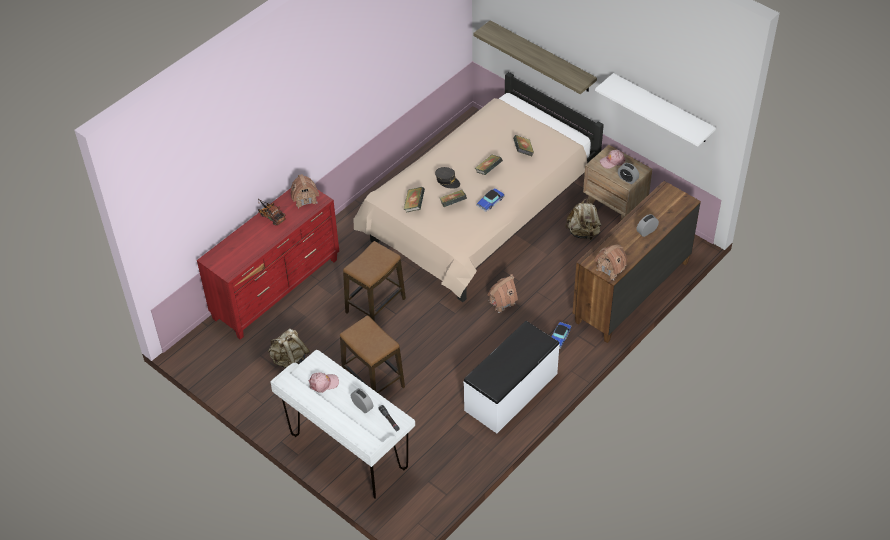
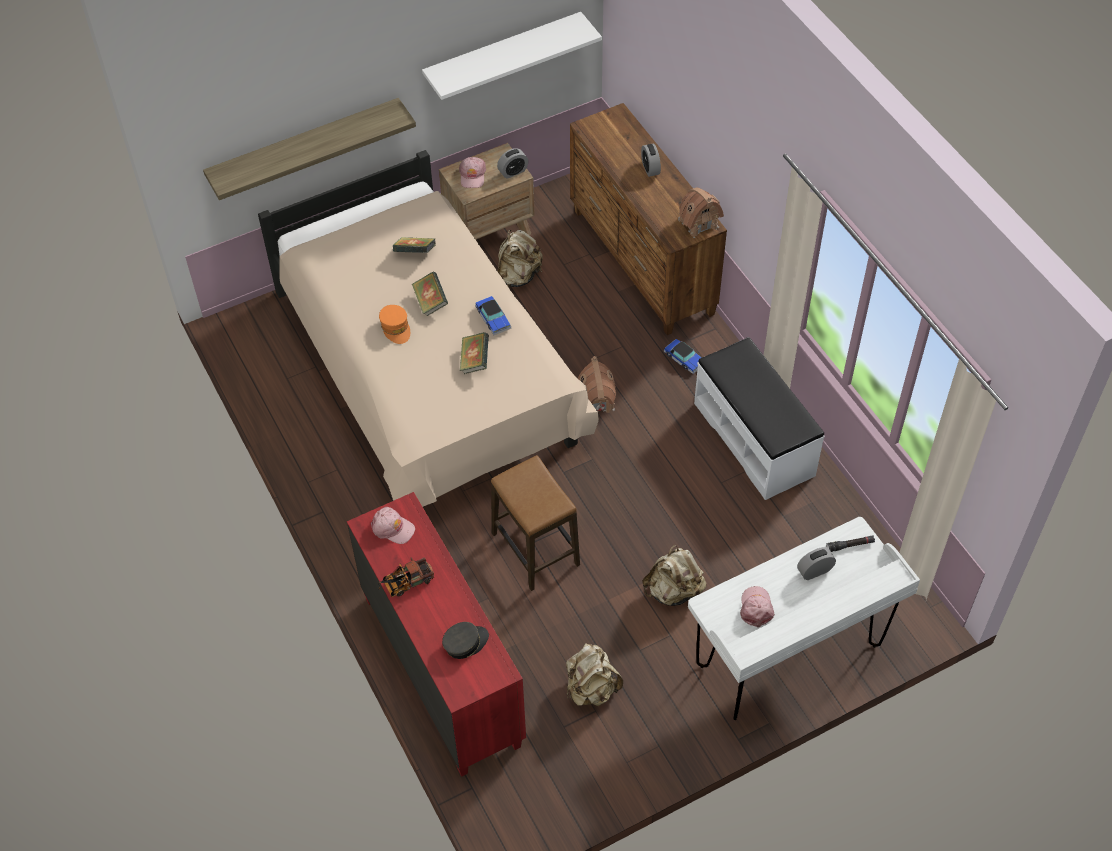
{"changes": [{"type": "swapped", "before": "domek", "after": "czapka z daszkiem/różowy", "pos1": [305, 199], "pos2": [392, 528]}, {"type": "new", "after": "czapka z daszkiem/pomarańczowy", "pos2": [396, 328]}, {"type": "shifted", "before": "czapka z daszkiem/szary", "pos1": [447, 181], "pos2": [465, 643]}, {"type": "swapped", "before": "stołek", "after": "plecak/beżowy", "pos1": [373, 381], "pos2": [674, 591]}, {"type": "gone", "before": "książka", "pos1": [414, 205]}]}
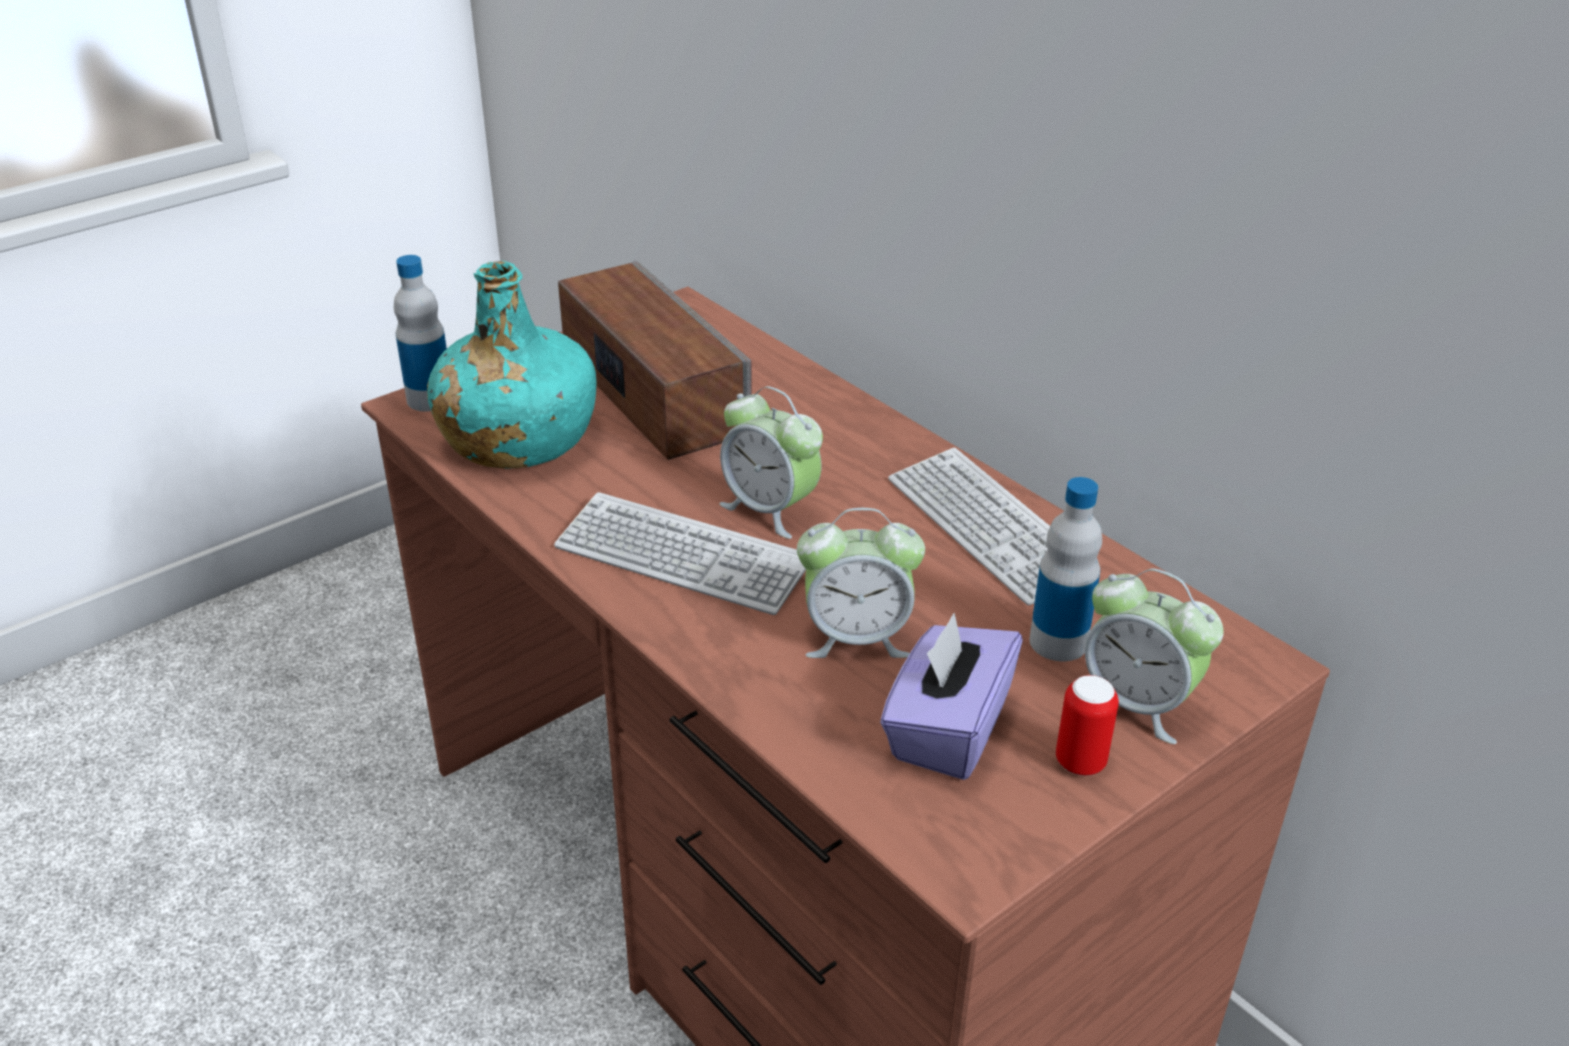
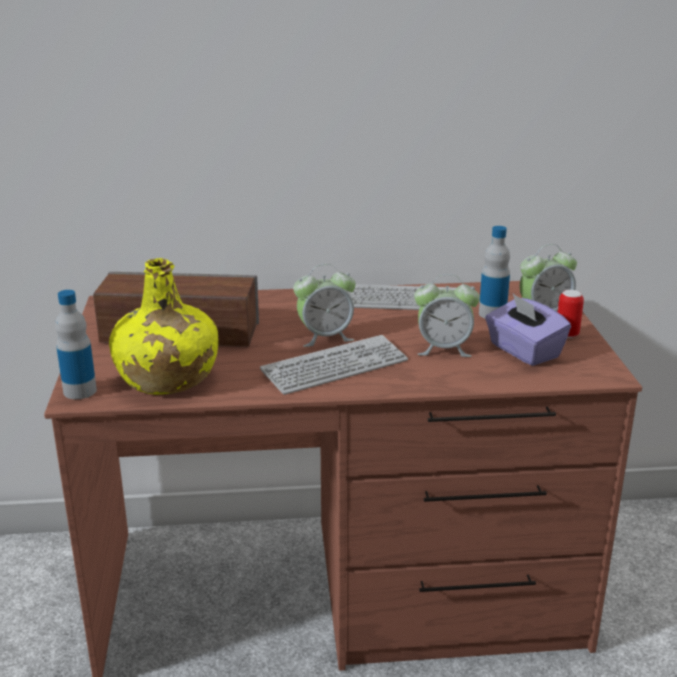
{"changes": [{"type": "repainted", "before": "butelka/turkusowy", "after": "butelka/żółty", "pos1": [517, 440], "pos2": [166, 378]}, {"type": "rotated", "before": "budzik", "pos1": [856, 637], "pos2": [444, 349], "turn": 60}]}
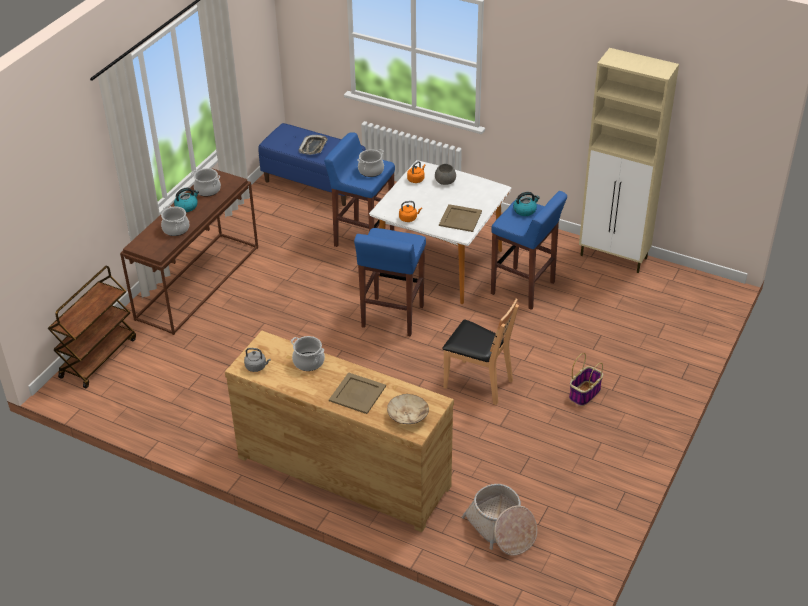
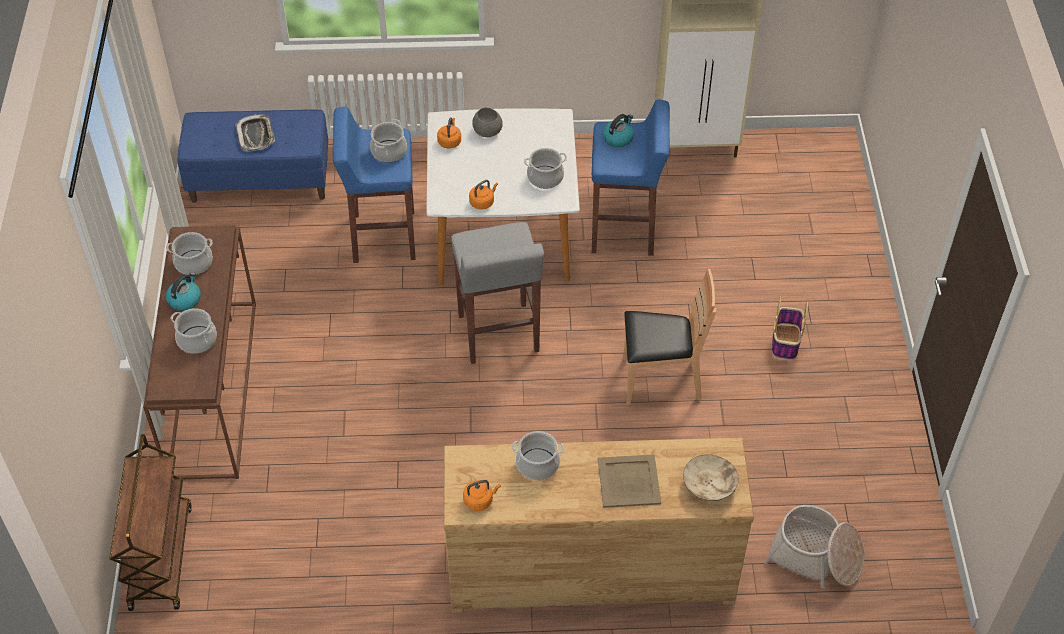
{"changes": [{"type": "repainted", "before": "stołek/niebieski", "after": "stołek/szary", "pos1": [392, 317], "pos2": [498, 334]}, {"type": "repainted", "before": "czajnik/szary", "after": "czajnik/pomarańczowy", "pos1": [257, 367], "pos2": [480, 500]}, {"type": "swapped", "before": "taca/beżowy", "after": "garnek", "pos1": [460, 218], "pos2": [545, 177]}]}
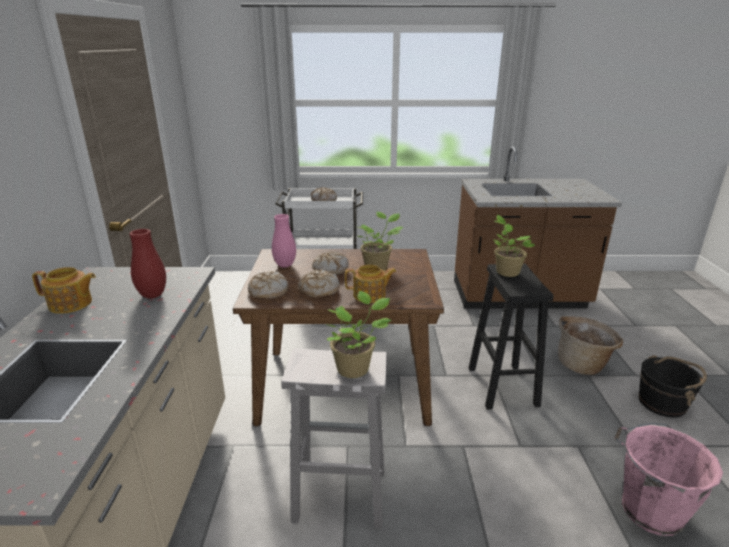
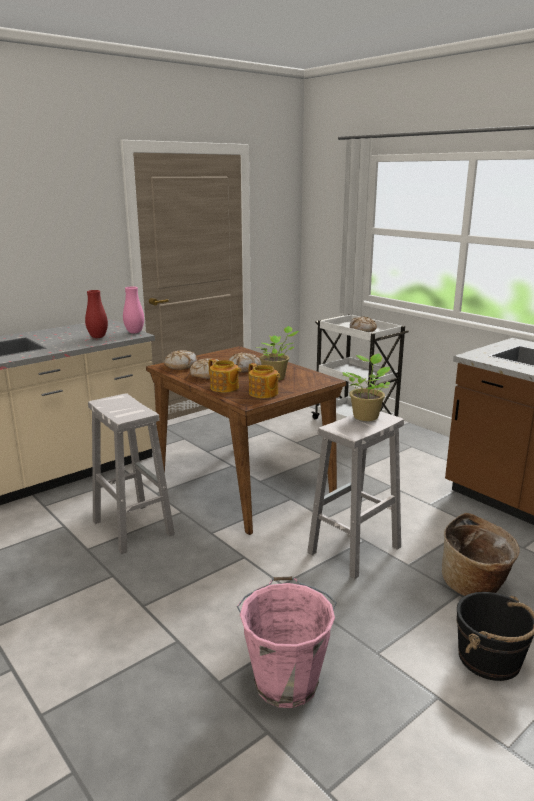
{"changes": [{"type": "shifted", "before": "wazon/różowy", "pos1": [285, 265], "pos2": [134, 332]}, {"type": "shifted", "before": "imbryk", "pos1": [71, 304], "pos2": [263, 393]}, {"type": "repainted", "before": "stołek/czarny", "after": "stołek/biały", "pos1": [503, 387], "pos2": [353, 550]}, {"type": "gone", "before": "roślina doniczkowa", "pos1": [355, 368]}]}
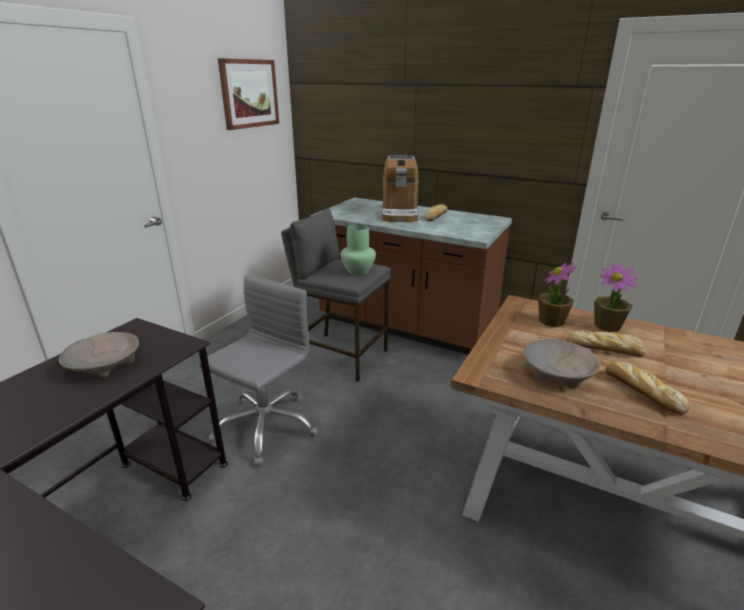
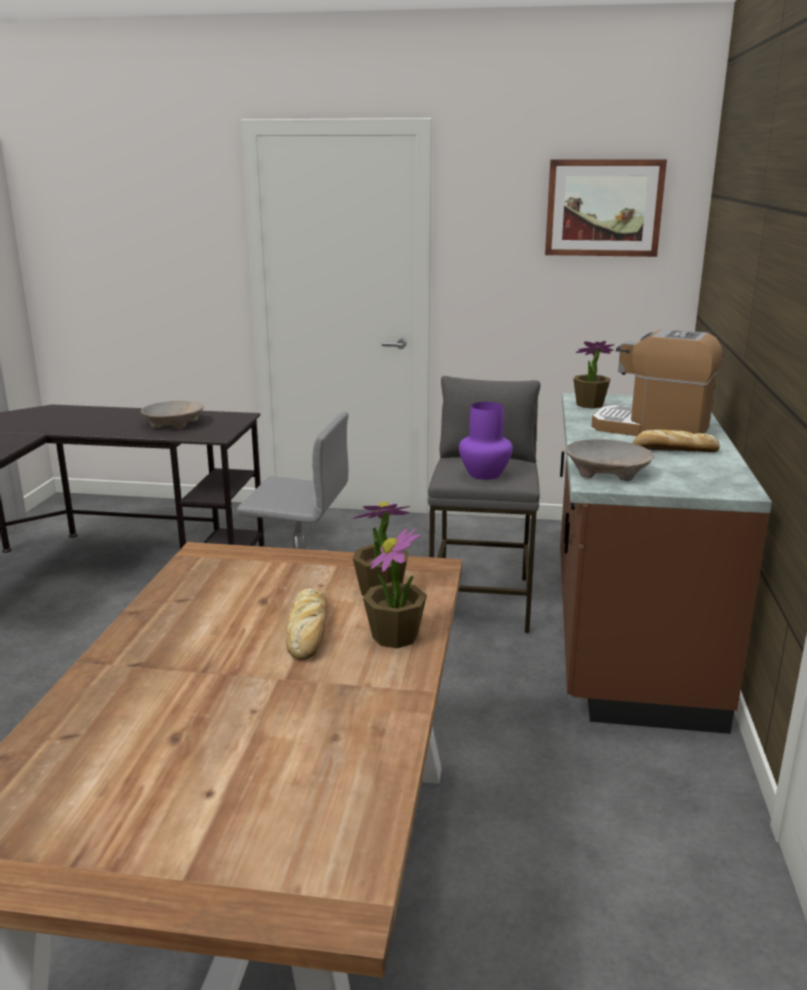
{"changes": [{"type": "repainted", "before": "wazon/zielony", "after": "wazon/fioletowy", "pos1": [359, 271], "pos2": [485, 474]}, {"type": "shifted", "before": "miska/beżowy", "pos1": [557, 373], "pos2": [606, 472]}, {"type": "new", "after": "roślina doniczkowa", "pos2": [589, 405]}, {"type": "rotated", "before": "ekspres do kawy", "pos1": [399, 213], "pos2": [652, 429], "turn": 45}, {"type": "gone", "before": "chleb", "pos1": [641, 391]}]}
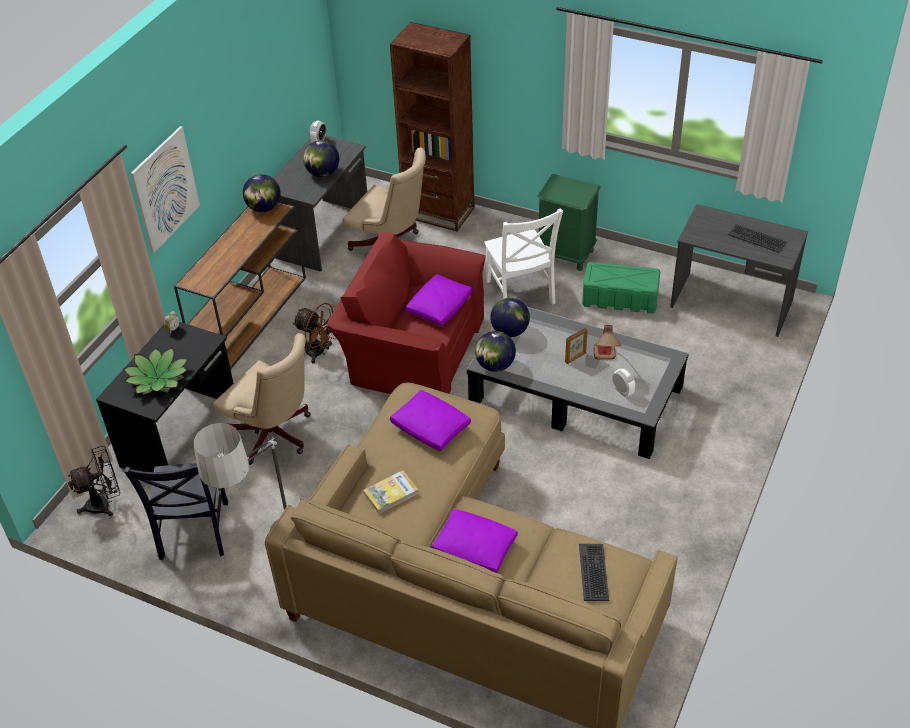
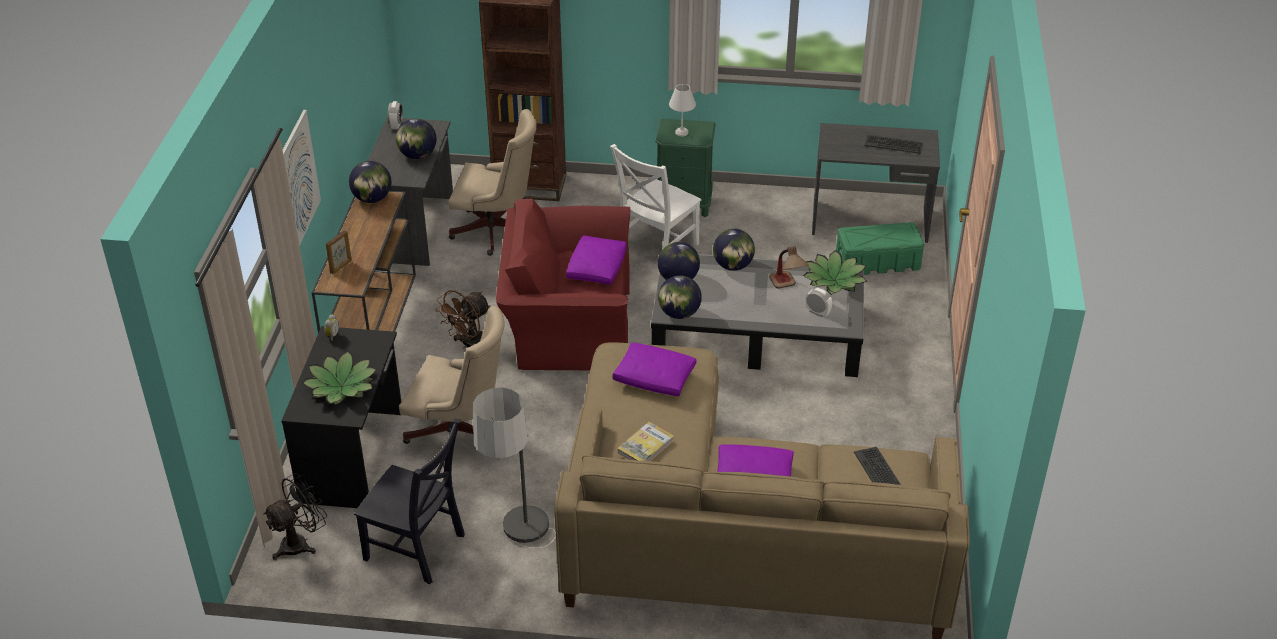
{"changes": [{"type": "shifted", "before": "ramka na zdjęcie", "pos1": [575, 358], "pos2": [341, 266]}, {"type": "rotated", "before": "krzesło/czarny", "pos1": [193, 533], "pos2": [418, 549], "turn": -45}, {"type": "rotated", "before": "wentylator/brązowy", "pos1": [319, 352], "pos2": [468, 345], "turn": 120}, {"type": "rotated", "before": "krzesło/biały", "pos1": [520, 294], "pos2": [655, 249], "turn": 75}, {"type": "new", "after": "lampa stołowa/biały", "pos2": [682, 133]}, {"type": "new", "after": "globus", "pos2": [733, 266]}, {"type": "new", "after": "roślina doniczkowa", "pos2": [834, 280]}, {"type": "shifted", "before": "pojemnik do przechowywania/zielony", "pos1": [620, 299], "pos2": [878, 262]}]}
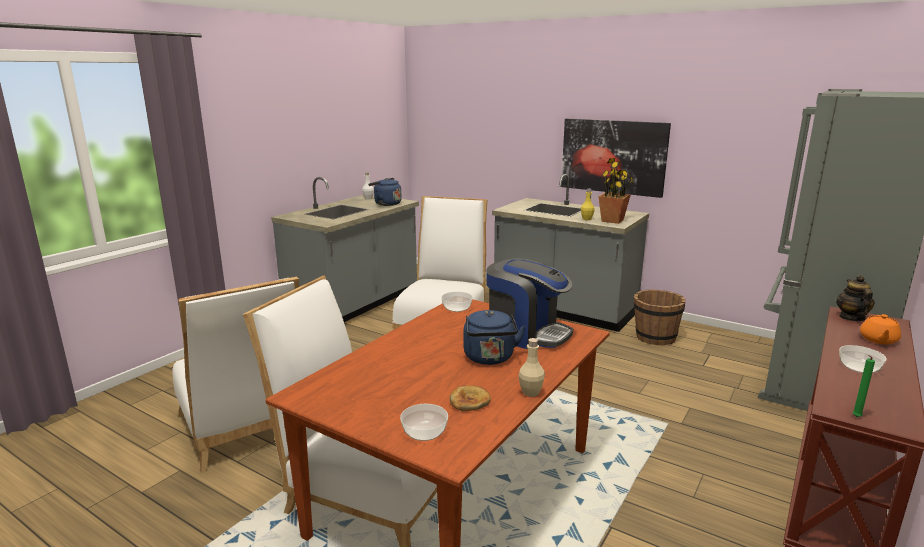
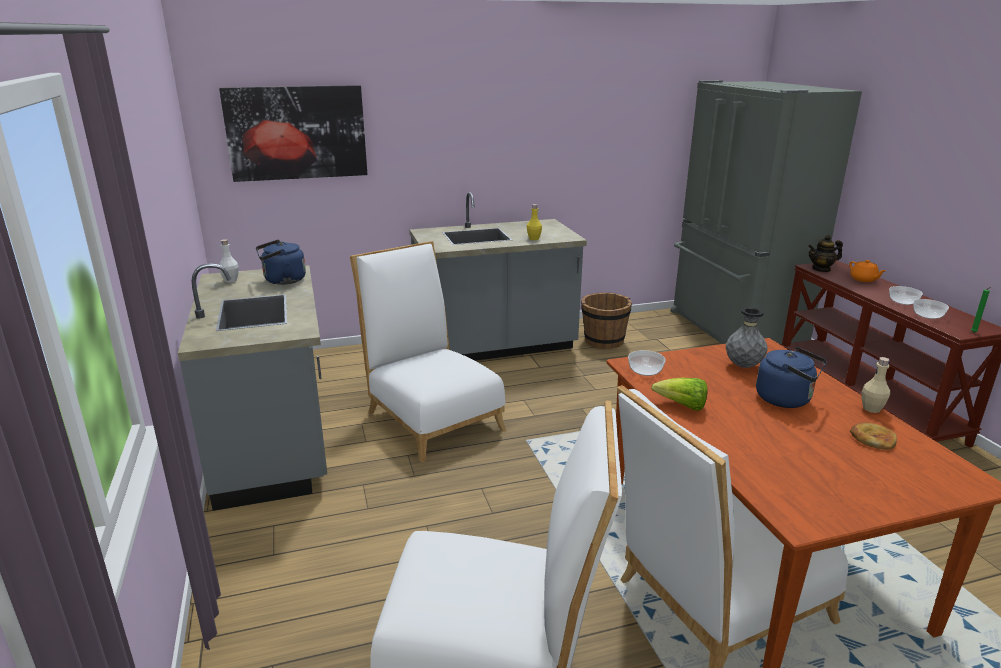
{"changes": [{"type": "shifted", "before": "obraz", "pos1": [613, 156], "pos2": [297, 133]}, {"type": "new", "after": "sałata", "pos2": [682, 406]}, {"type": "swapped", "before": "ekspres do kawy", "after": "wazon/szary", "pos1": [526, 333], "pos2": [743, 366]}, {"type": "rotated", "before": "imbryk", "pos1": [851, 317], "pos2": [821, 269], "turn": -60}, {"type": "shifted", "before": "miska", "pos1": [424, 432], "pos2": [927, 315]}, {"type": "gone", "before": "roślina doniczkowa", "pos1": [612, 220]}]}
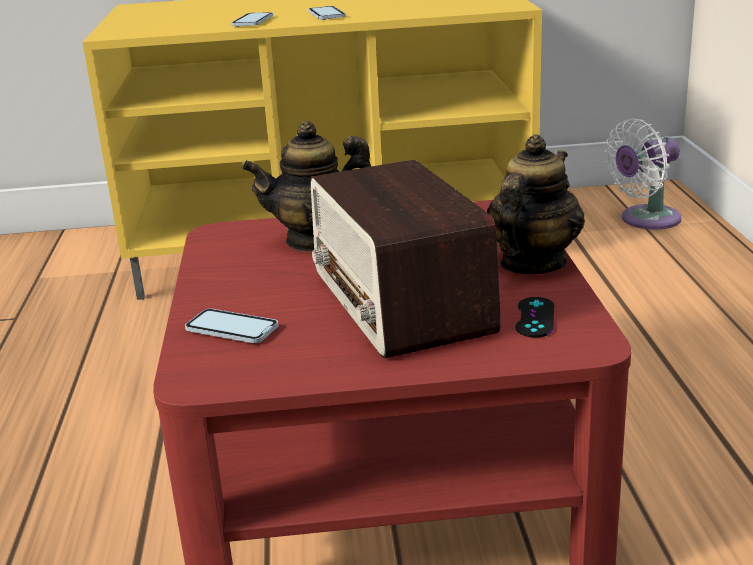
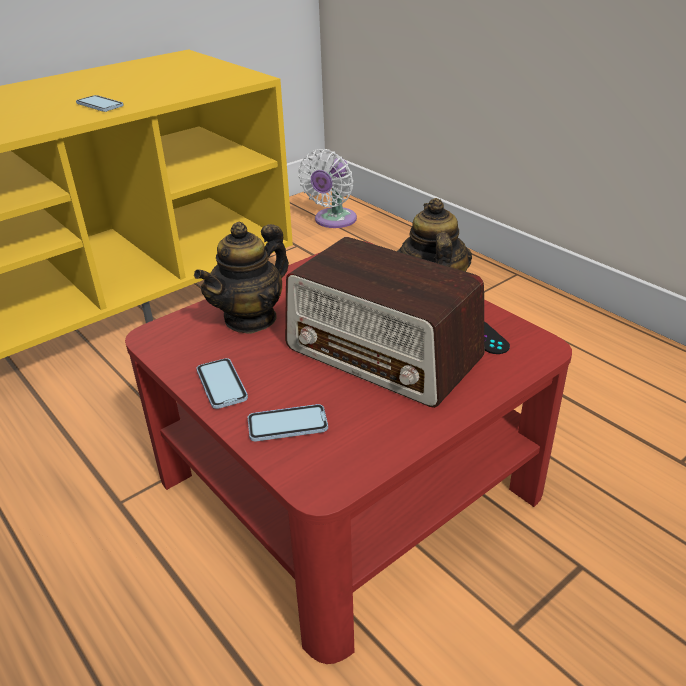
{"changes": [{"type": "shifted", "before": "telefon", "pos1": [252, 21], "pos2": [221, 385]}]}
